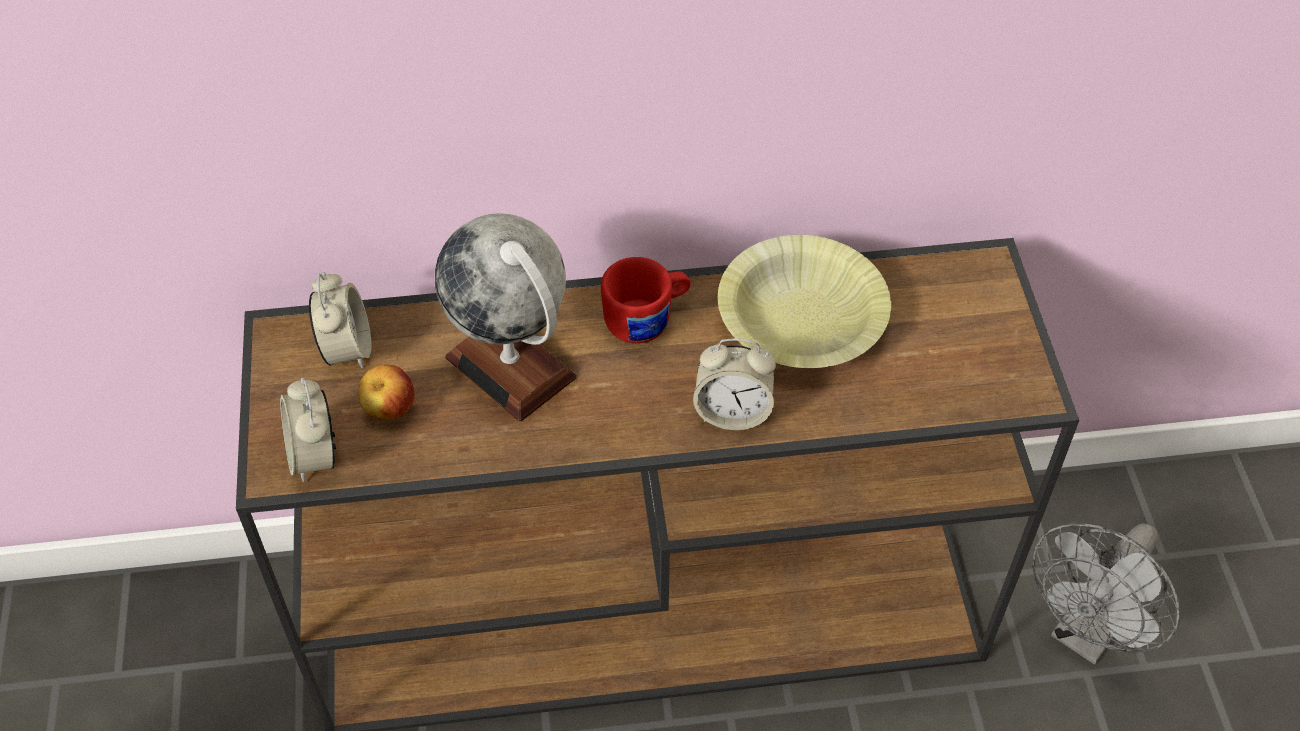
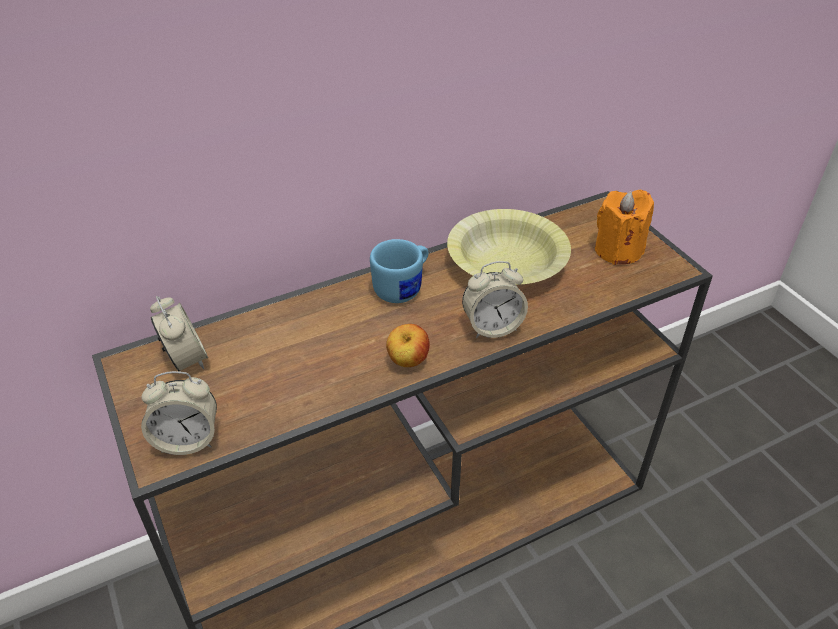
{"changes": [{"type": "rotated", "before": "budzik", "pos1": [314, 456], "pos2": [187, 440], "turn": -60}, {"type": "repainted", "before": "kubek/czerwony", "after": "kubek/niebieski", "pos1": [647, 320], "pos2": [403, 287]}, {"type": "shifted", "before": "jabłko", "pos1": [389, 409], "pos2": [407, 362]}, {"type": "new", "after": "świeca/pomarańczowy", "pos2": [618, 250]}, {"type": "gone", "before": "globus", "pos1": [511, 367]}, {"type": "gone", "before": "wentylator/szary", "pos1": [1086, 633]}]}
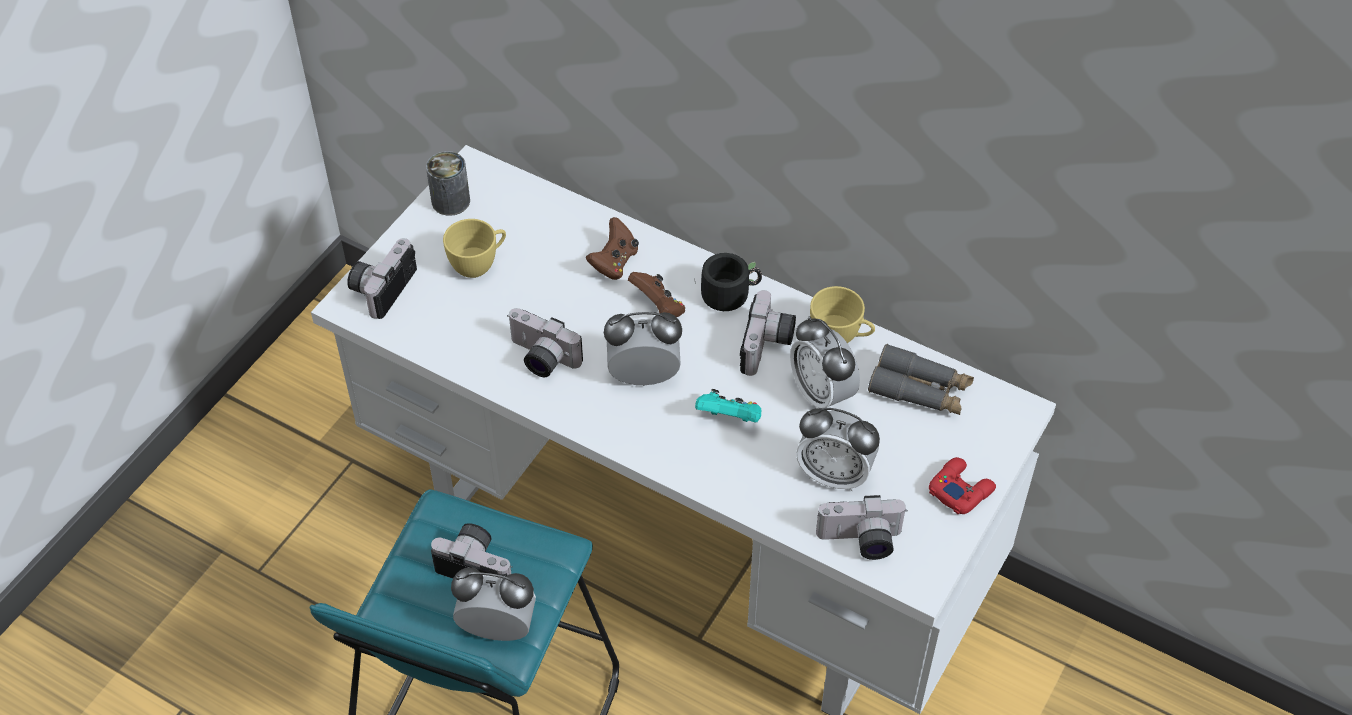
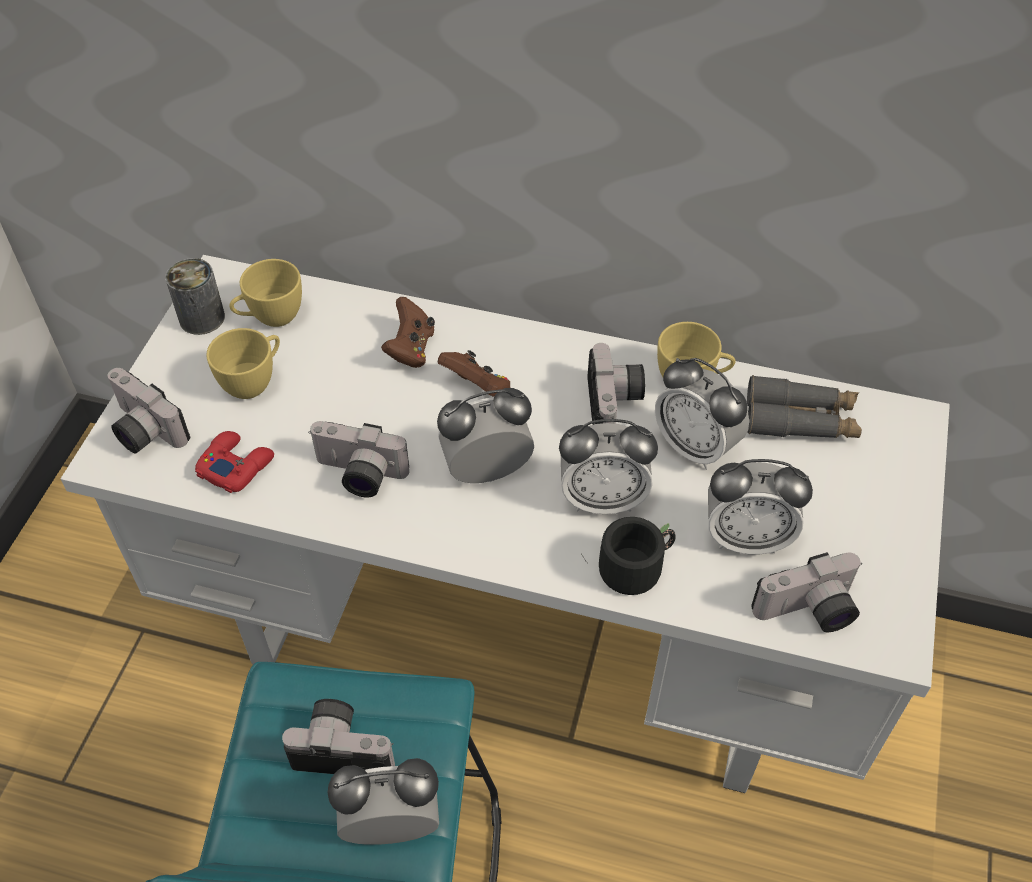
{"changes": [{"type": "rotated", "before": "aparat fotograficzny", "pos1": [381, 287], "pos2": [142, 431], "turn": -60}, {"type": "shifted", "before": "pad do gier/czerwony", "pos1": [960, 489], "pos2": [235, 466]}, {"type": "new", "after": "filiżanka/żółty", "pos2": [270, 317]}, {"type": "swapped", "before": "pad do gier/turkusowy", "after": "budzik", "pos1": [729, 418], "pos2": [603, 498]}, {"type": "shifted", "before": "kubek/czarny", "pos1": [729, 293], "pos2": [634, 565]}]}
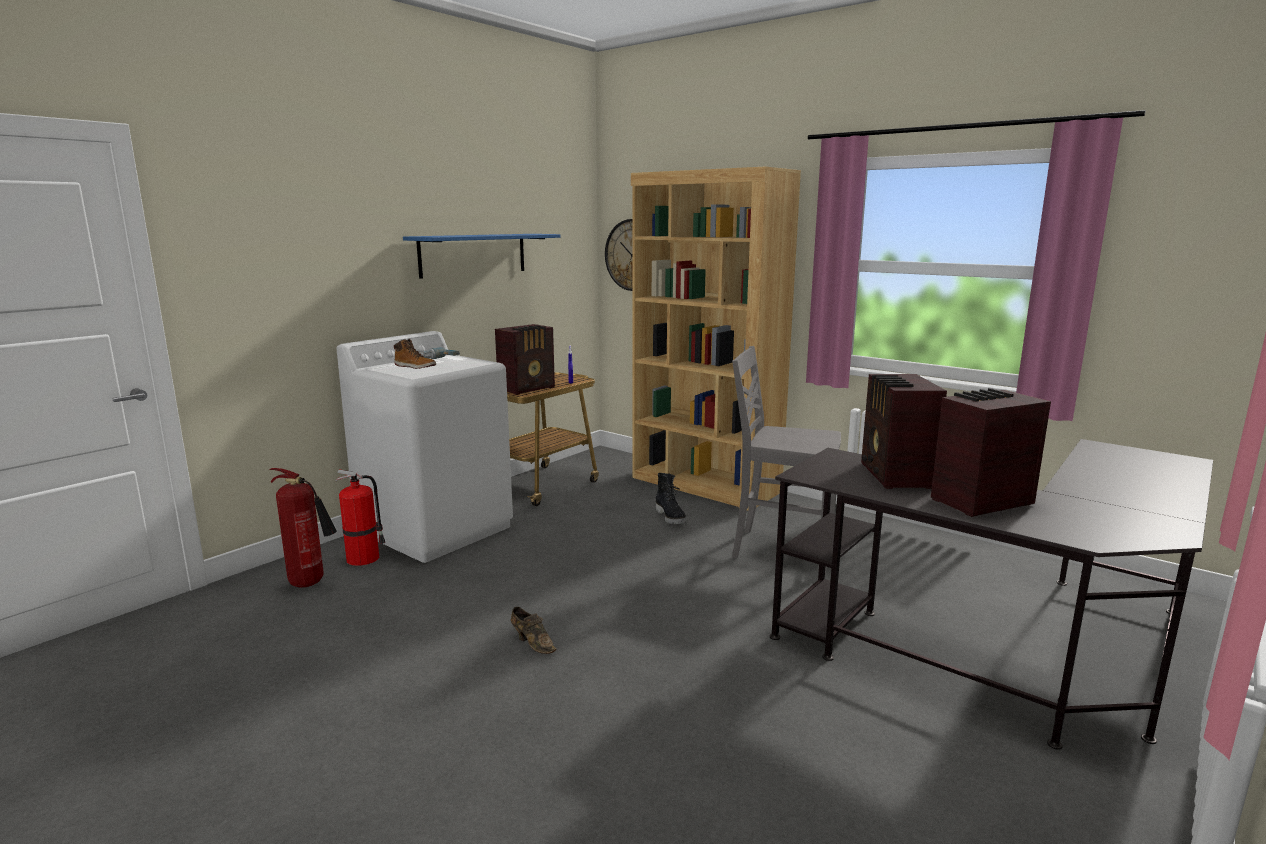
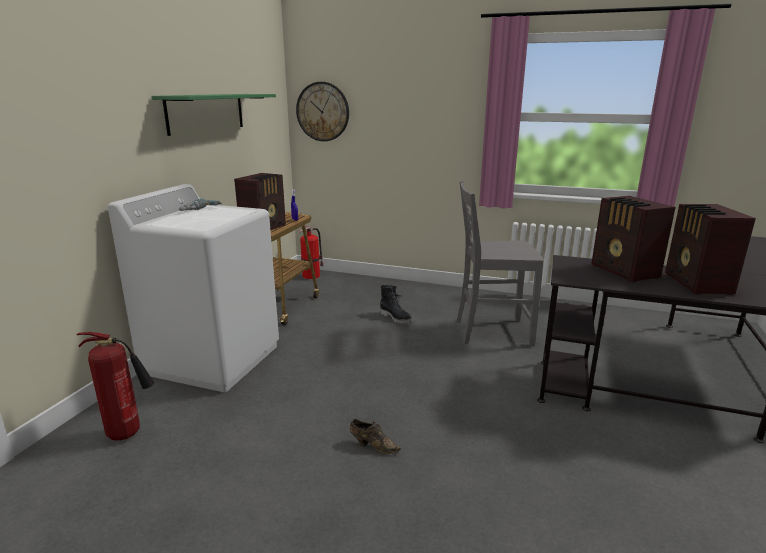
{"changes": [{"type": "repainted", "before": "półka/niebieski", "after": "półka/zielony", "pos1": [473, 254], "pos2": [206, 113]}, {"type": "shifted", "before": "gaśnica", "pos1": [365, 558], "pos2": [312, 275]}, {"type": "rotated", "before": "radio", "pos1": [978, 501], "pos2": [697, 284], "turn": -45}, {"type": "gone", "before": "but z cholewką", "pos1": [415, 367]}, {"type": "gone", "before": "regał/brązowy", "pos1": [705, 485]}]}
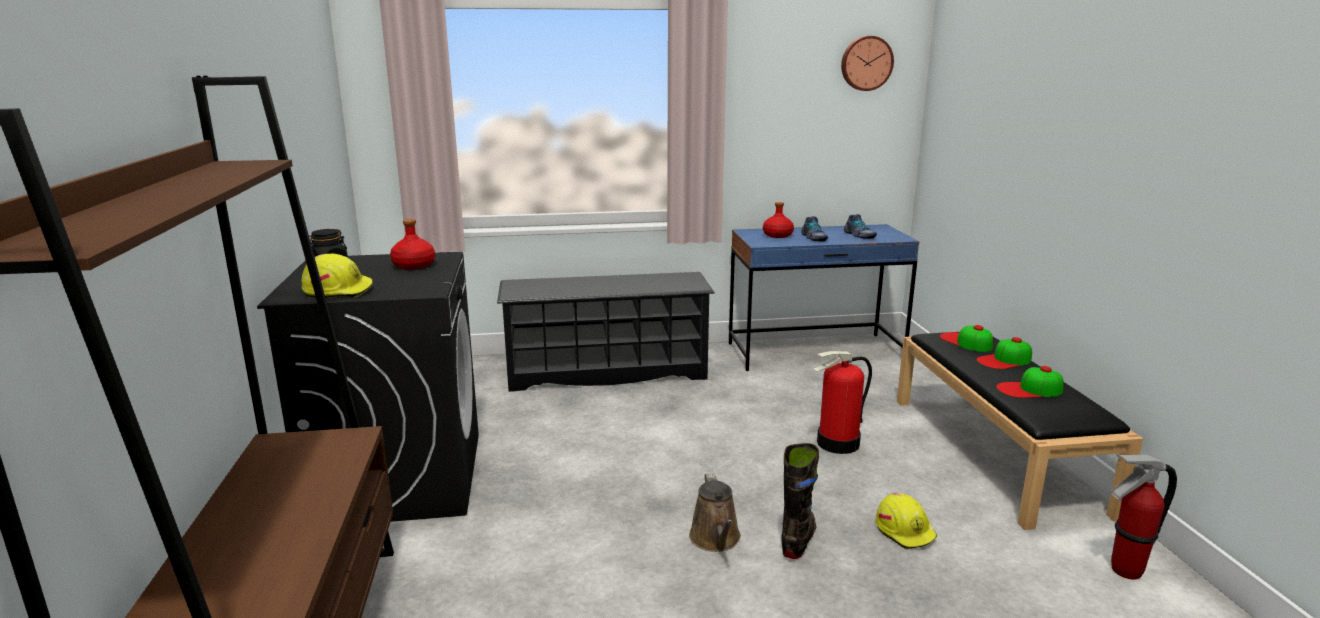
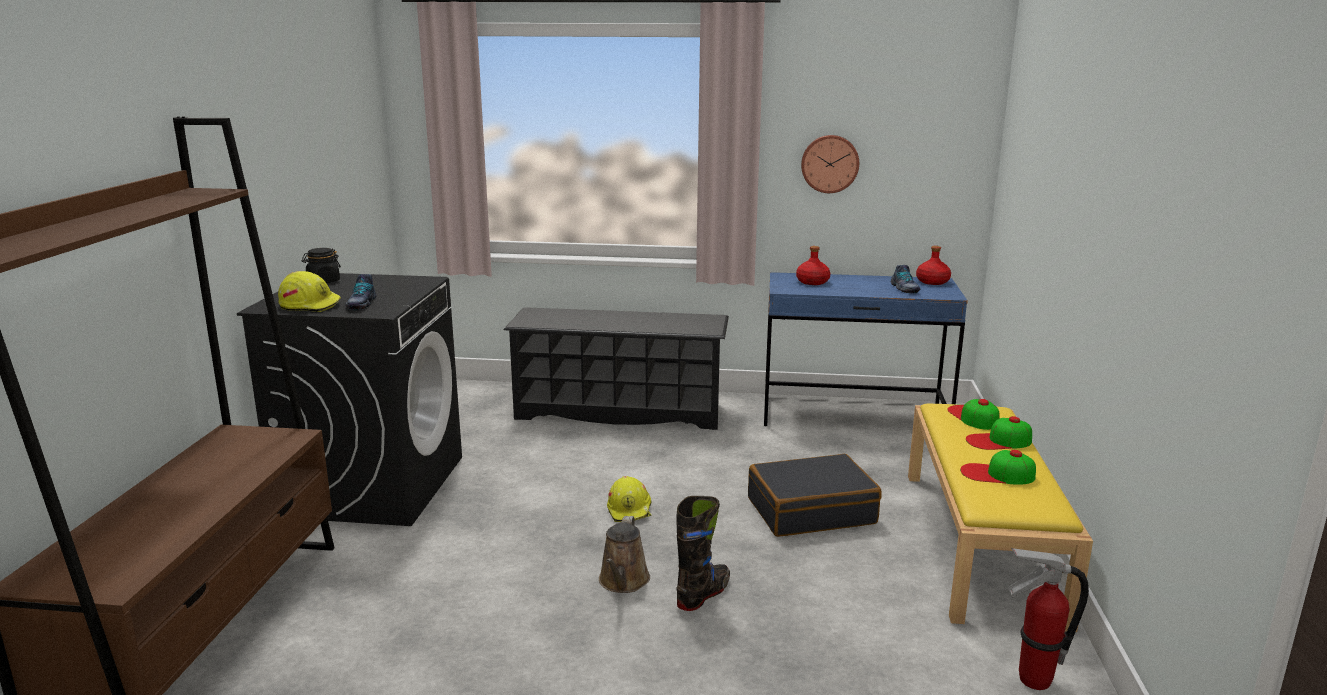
{"changes": [{"type": "shifted", "before": "but", "pos1": [813, 237], "pos2": [361, 303]}, {"type": "shifted", "before": "kask/żółty", "pos1": [905, 531], "pos2": [630, 510]}, {"type": "swapped", "before": "gaśnica", "after": "walizka/czarny", "pos1": [838, 443], "pos2": [811, 510]}, {"type": "shifted", "before": "zegar ścienny", "pos1": [866, 63], "pos2": [829, 163]}, {"type": "repainted", "before": "ławka/czarny", "after": "ławka/żółty", "pos1": [996, 453], "pos2": [981, 543]}, {"type": "shifted", "before": "butelka/czerwony", "pos1": [413, 265], "pos2": [932, 282]}]}
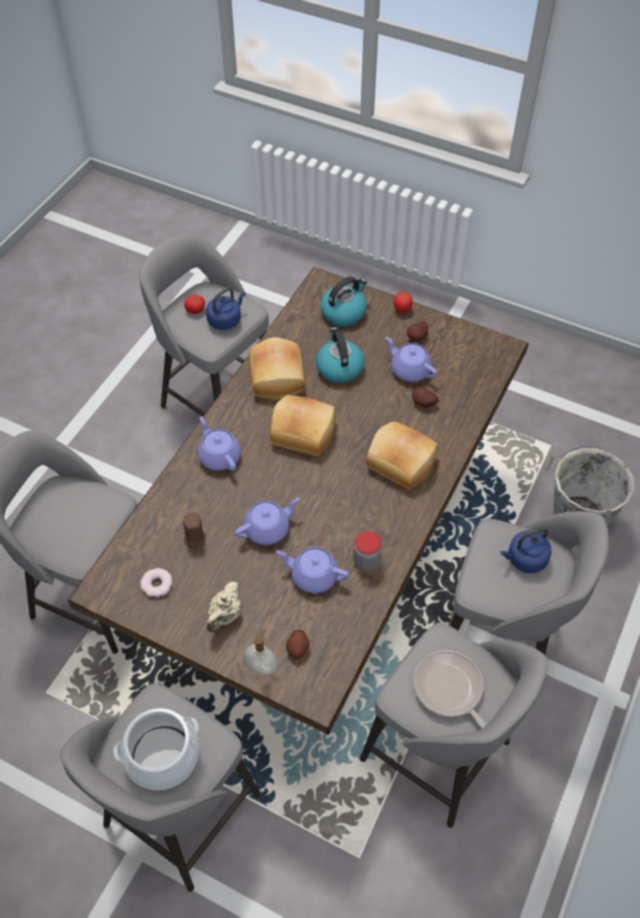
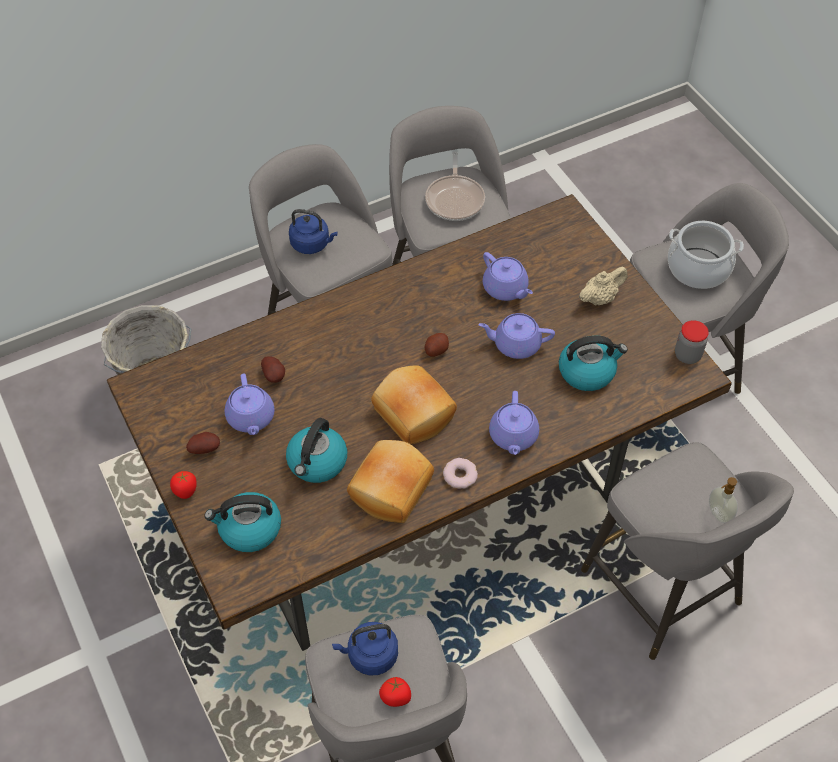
{"changes": [{"type": "shifted", "before": "ziemniak", "pos1": [297, 648], "pos2": [436, 350]}, {"type": "shifted", "before": "donut", "pos1": [157, 584], "pos2": [460, 475]}, {"type": "swapped", "before": "świeca/brązowy", "after": "czajnik", "pos1": [194, 538], "pos2": [587, 371]}, {"type": "shifted", "before": "słoik", "pos1": [366, 562], "pos2": [687, 355]}, {"type": "shifted", "before": "dozownik mydła", "pos1": [262, 666], "pos2": [718, 514]}, {"type": "gone", "before": "chleb", "pos1": [400, 464]}]}
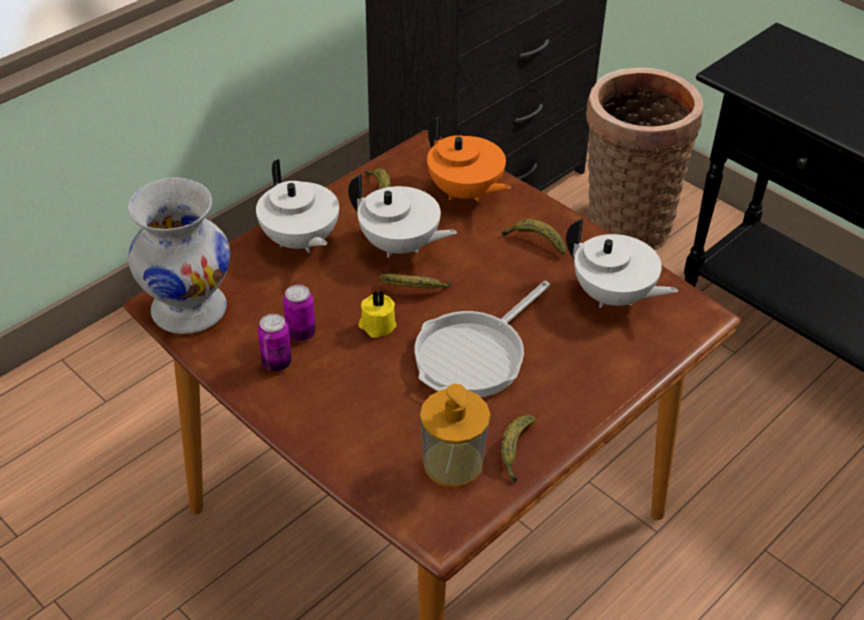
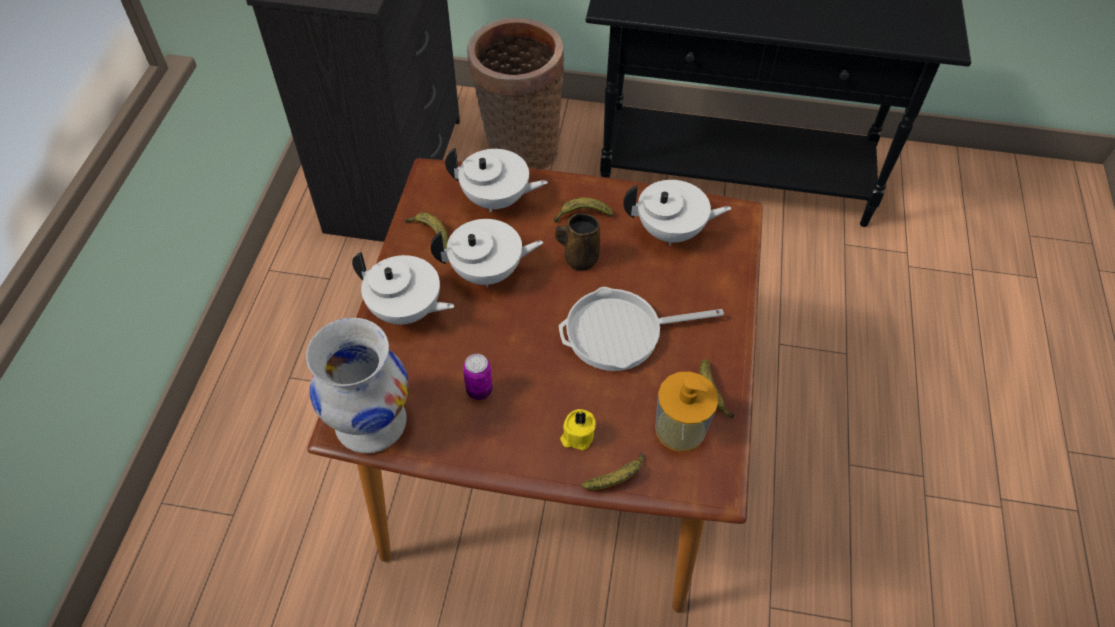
{"changes": [{"type": "repainted", "before": "imbryk/pomarańczowy", "after": "imbryk/biały", "pos1": [465, 192], "pos2": [496, 200]}, {"type": "new", "after": "kubek/brązowy", "pos2": [579, 258]}, {"type": "rotated", "before": "patelnia", "pos1": [475, 355], "pos2": [620, 333], "turn": 75}, {"type": "shifted", "before": "świeca/żółty", "pos1": [377, 325], "pos2": [577, 436]}, {"type": "shifted", "before": "banan", "pos1": [415, 289], "pos2": [617, 478]}, {"type": "gone", "before": "puszka", "pos1": [276, 363]}]}
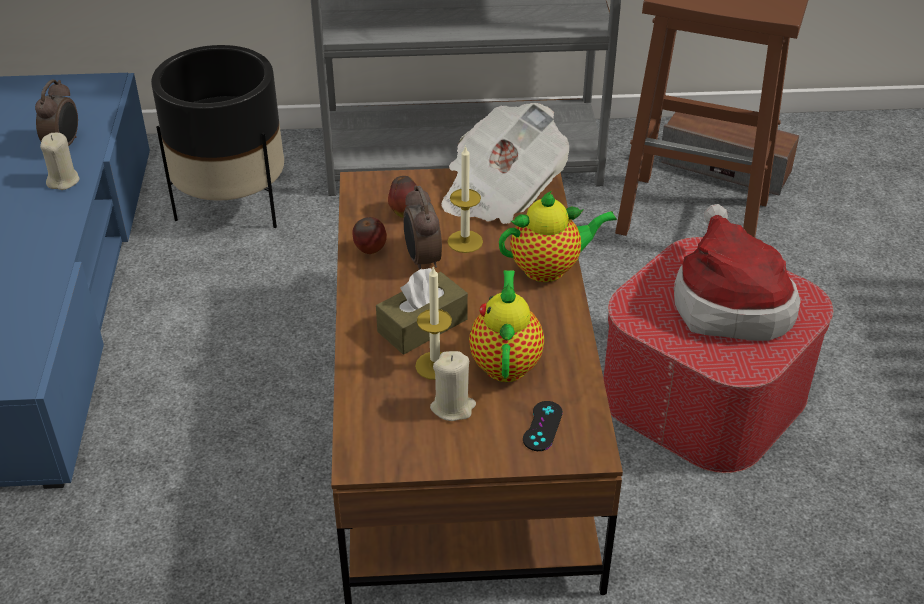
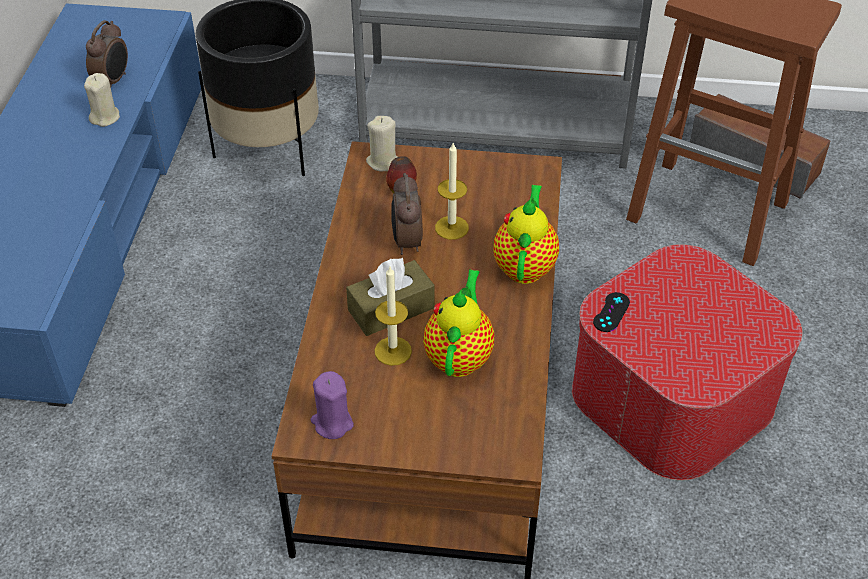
{"changes": [{"type": "new", "after": "świeca/fioletowy", "pos2": [332, 423]}, {"type": "shifted", "before": "świeca/beżowy", "pos1": [453, 407], "pos2": [384, 162]}, {"type": "rotated", "before": "imbryk", "pos1": [549, 268], "pos2": [525, 265], "turn": -75}, {"type": "shifted", "before": "pad do gier/czarny", "pos1": [542, 426], "pos2": [611, 312]}, {"type": "gone", "before": "jabłko", "pos1": [370, 251]}, {"type": "gone", "before": "gazeta", "pos1": [500, 192]}, {"type": "gone", "before": "kapelusz", "pos1": [728, 302]}]}
